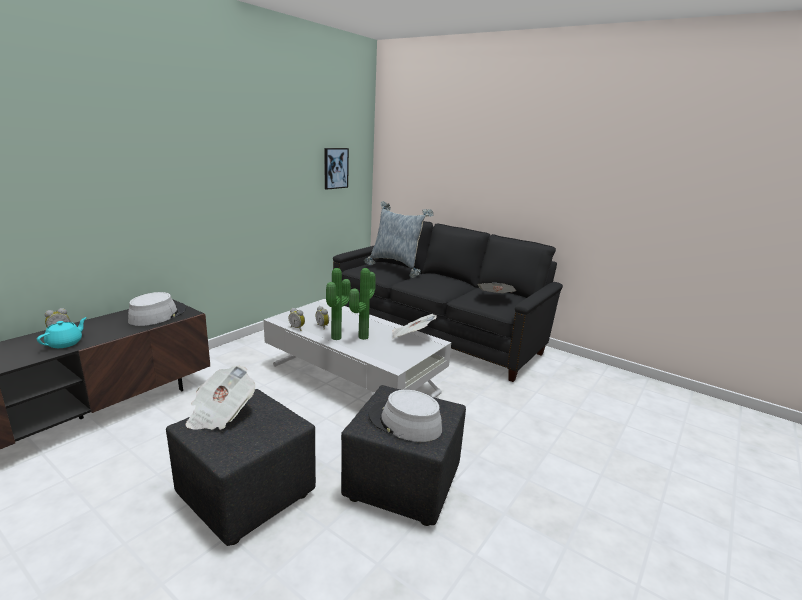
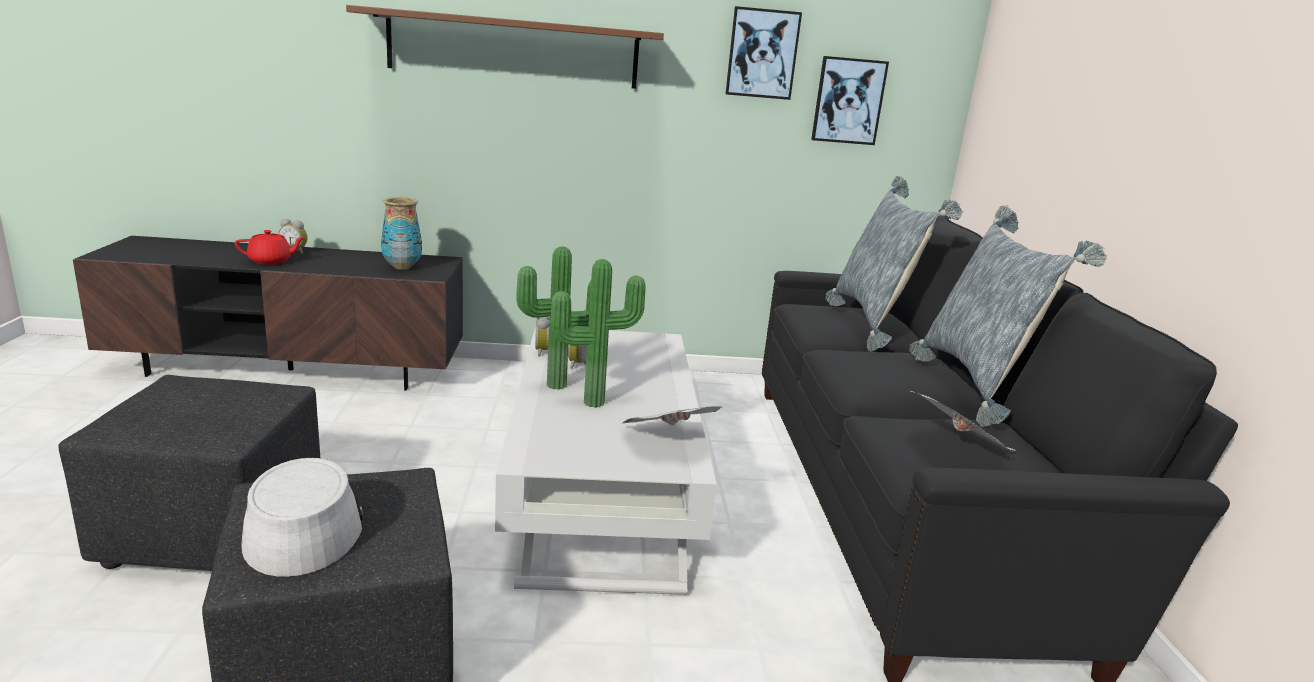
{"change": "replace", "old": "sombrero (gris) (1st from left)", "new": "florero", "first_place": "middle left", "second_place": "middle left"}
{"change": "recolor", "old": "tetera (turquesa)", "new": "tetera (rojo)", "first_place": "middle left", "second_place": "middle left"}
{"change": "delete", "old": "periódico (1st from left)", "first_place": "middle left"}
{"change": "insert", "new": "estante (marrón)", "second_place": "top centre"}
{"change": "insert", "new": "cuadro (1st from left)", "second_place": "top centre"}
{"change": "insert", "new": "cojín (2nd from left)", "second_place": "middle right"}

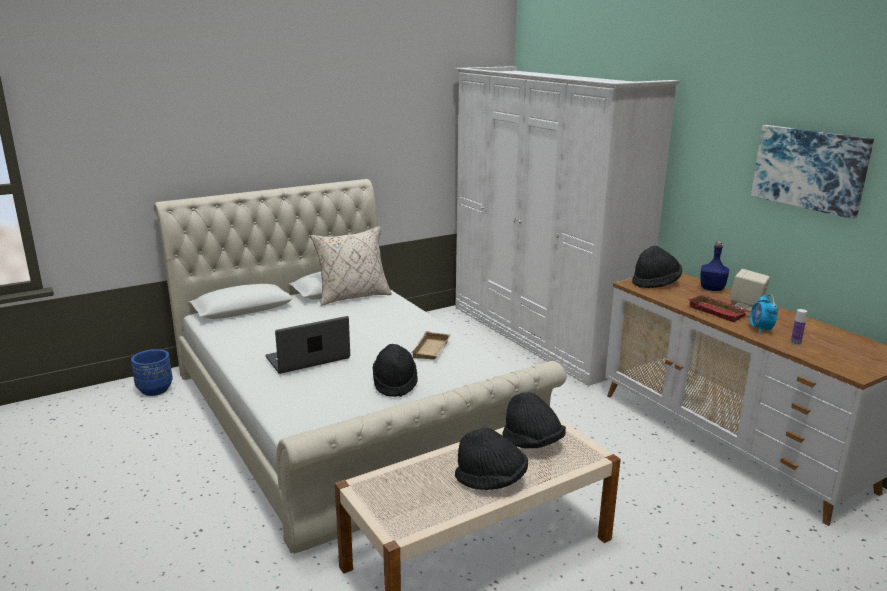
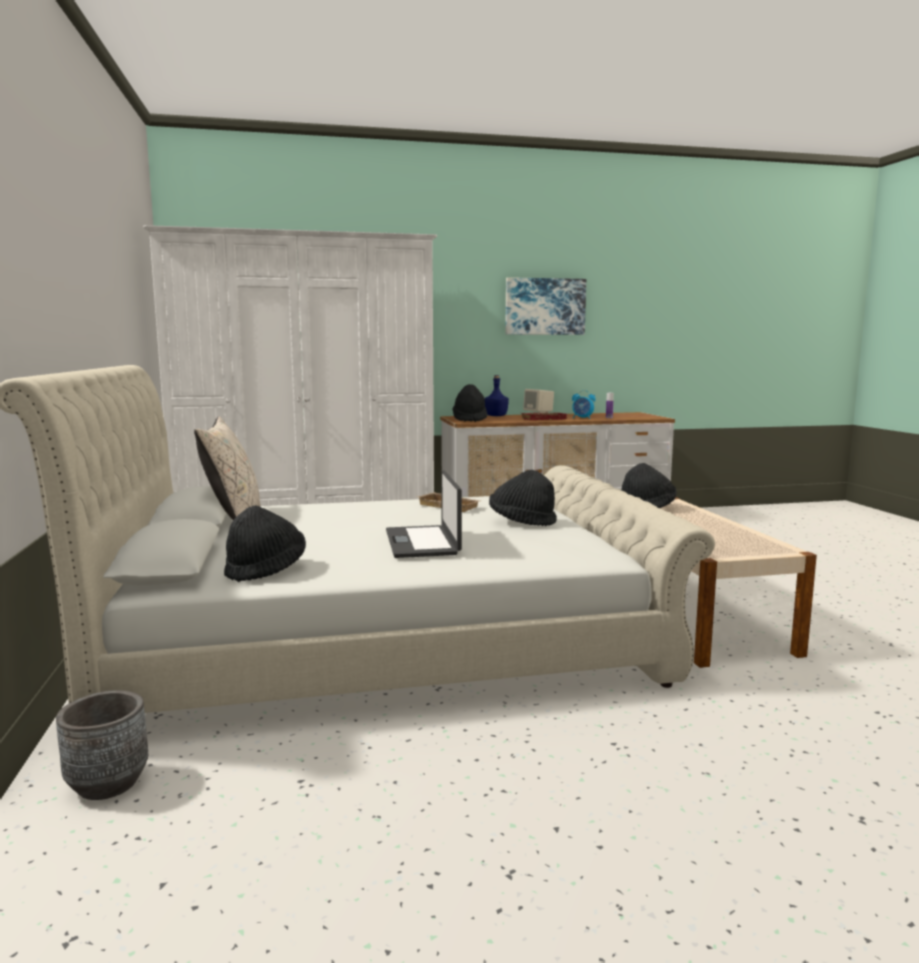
{"change": "recolor", "old": "maceta (azul)", "new": "maceta (gris)", "first_place": "middle left", "second_place": "bottom left"}
{"change": "move", "old": "sombrero (negro) (2nd from left in the first image)", "new": "sombrero (negro) (1st from left)", "first_place": "bottom centre", "second_place": "middle left"}

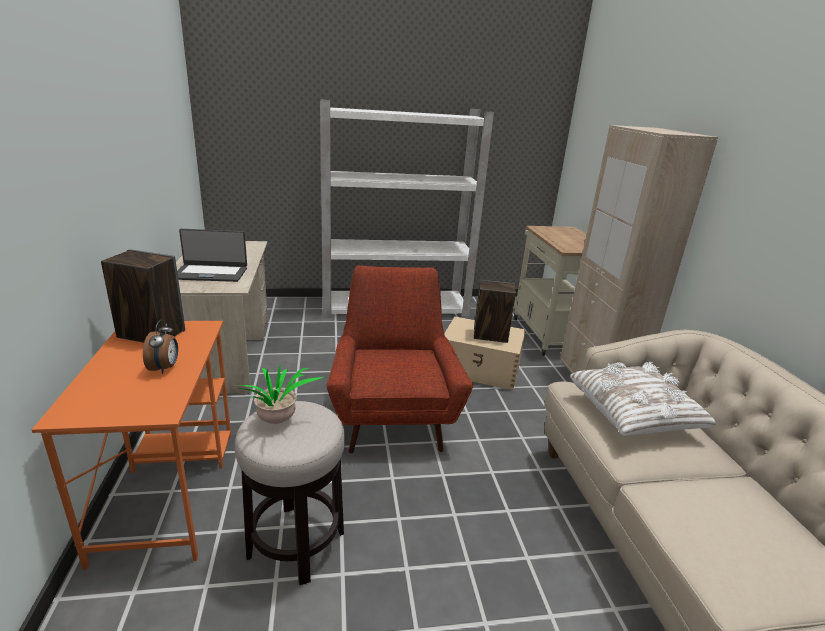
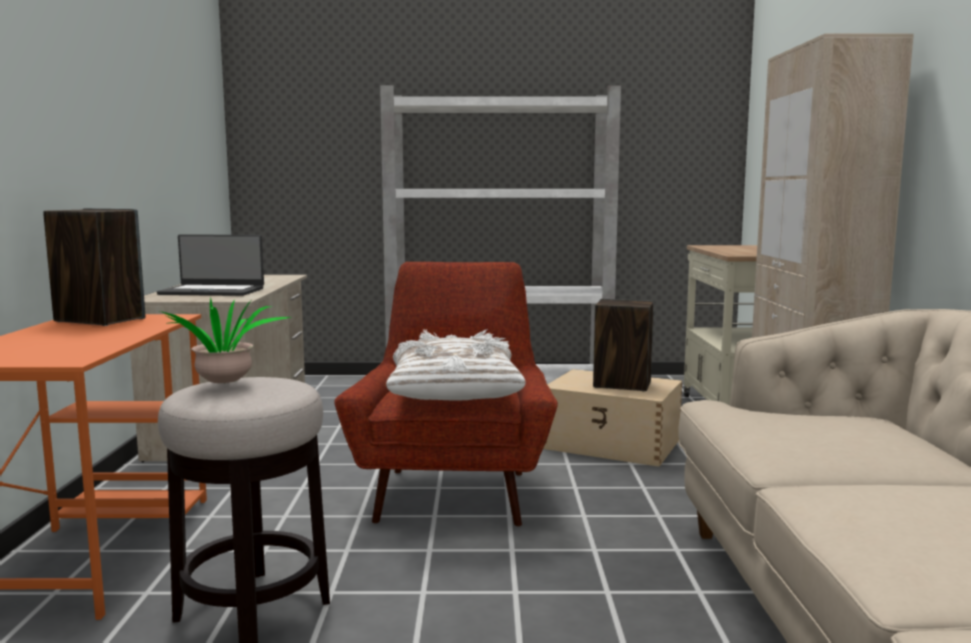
{"change": "delete", "old": "despertador", "first_place": "middle left"}
{"change": "move", "old": "cojín (blanco)", "first_place": "middle right", "second_place": "centre"}

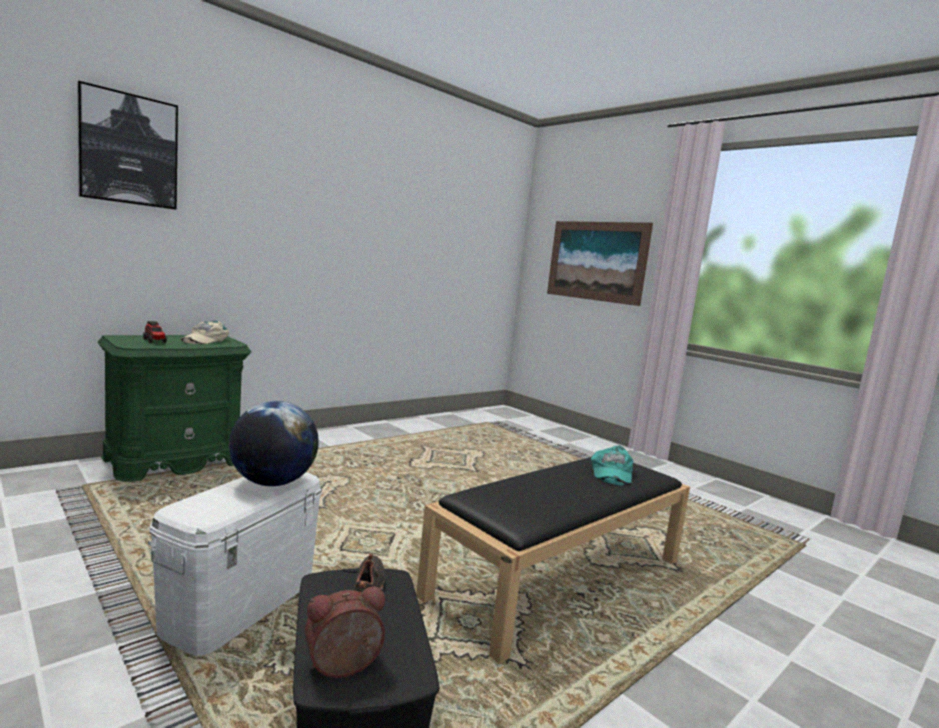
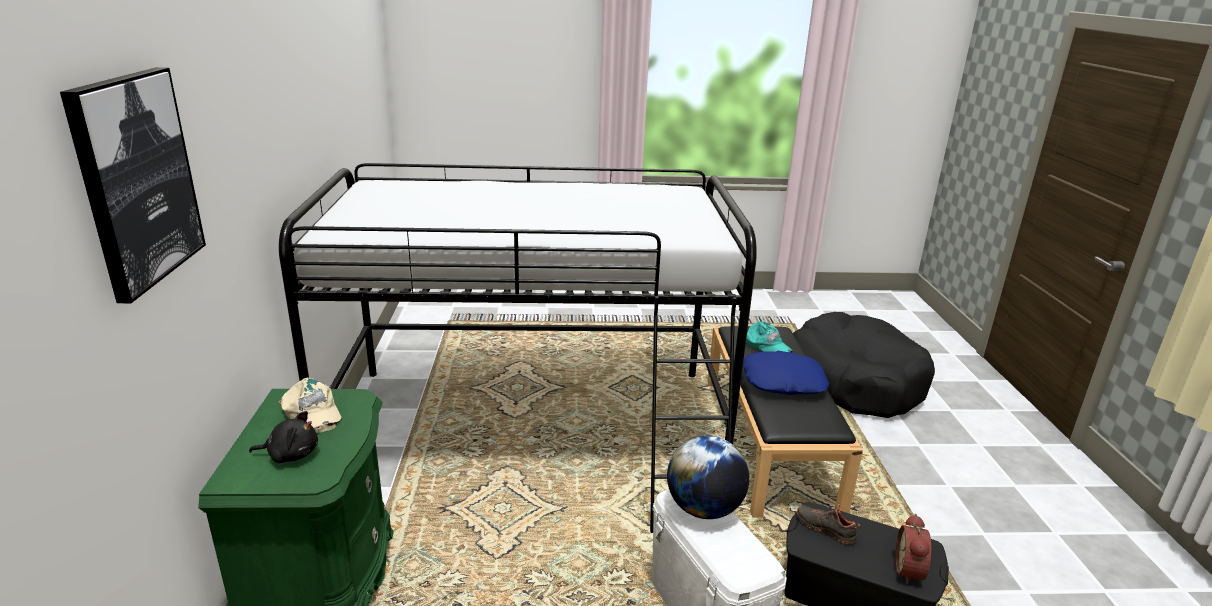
{"change": "delete", "old": "cuadro (2nd from left)", "first_place": "centre"}
{"change": "replace", "old": "camión de juguete", "new": "peluche (negro)", "first_place": "middle left", "second_place": "bottom left"}
{"change": "insert", "new": "cama (negro)", "second_place": "centre"}
{"change": "insert", "new": "cama para perro (negro)", "second_place": "middle right"}
{"change": "insert", "new": "cojín (azul)", "second_place": "centre"}

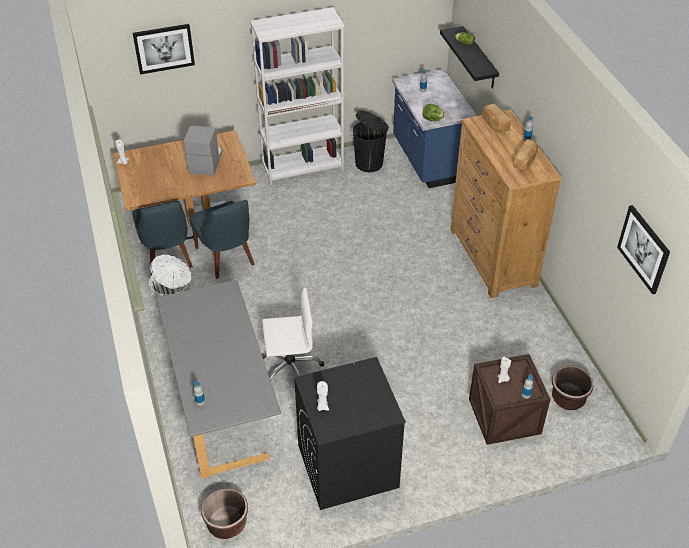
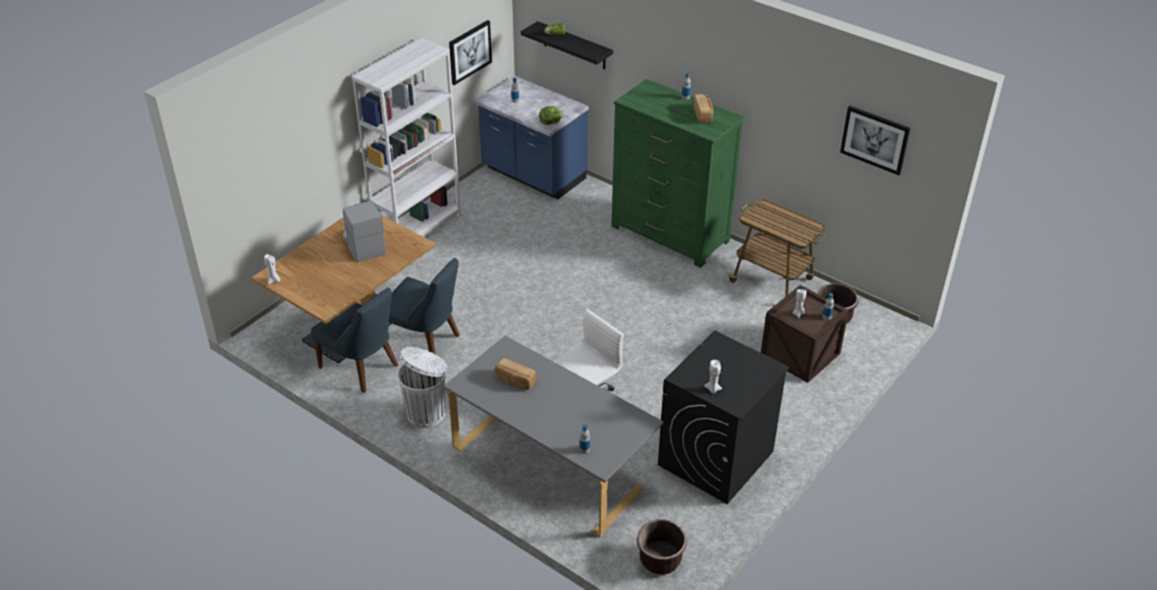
{"change": "move", "old": "cuadro (1st from left)", "first_place": "top left", "second_place": "top centre"}
{"change": "move", "old": "pan (1st from left)", "first_place": "top right", "second_place": "centre"}
{"change": "recolor", "old": "cómoda (marrón)", "new": "cómoda (verde)", "first_place": "middle right", "second_place": "top centre"}
{"change": "delete", "old": "papelera (negro)", "first_place": "top centre"}
{"change": "insert", "new": "carrito", "second_place": "middle right"}

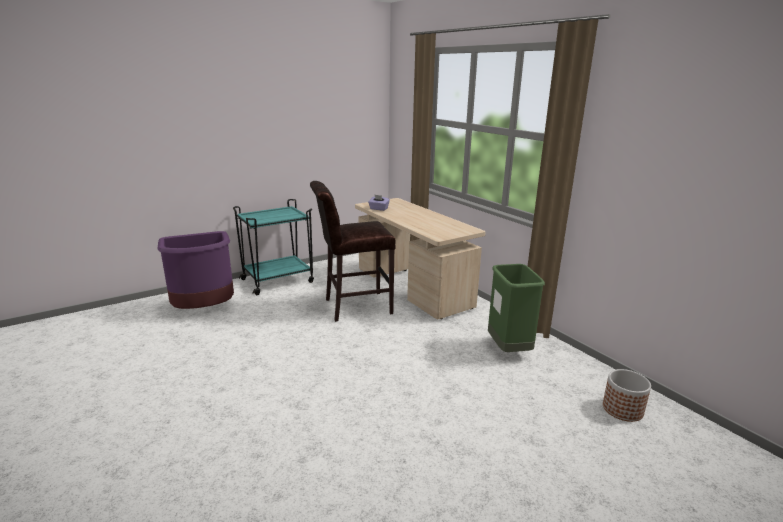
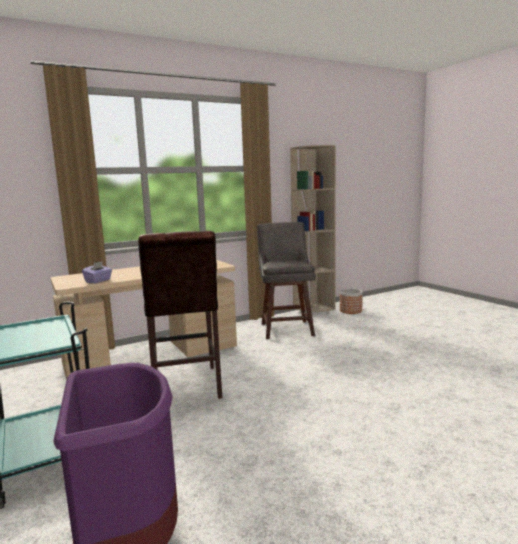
{"change": "replace", "old": "papelera (verde)", "new": "taburete (gris)", "first_place": "centre", "second_place": "centre"}
{"change": "insert", "new": "estantería (beis)", "second_place": "centre"}

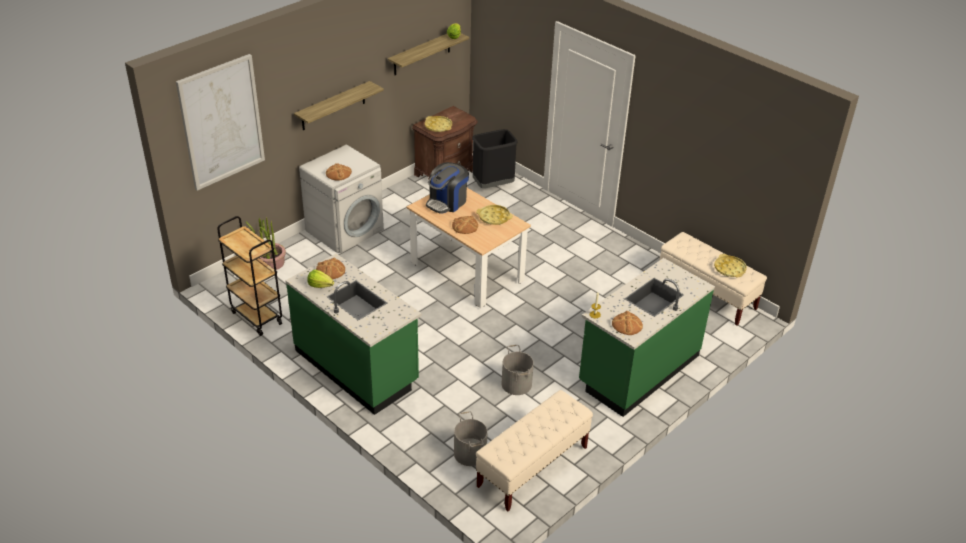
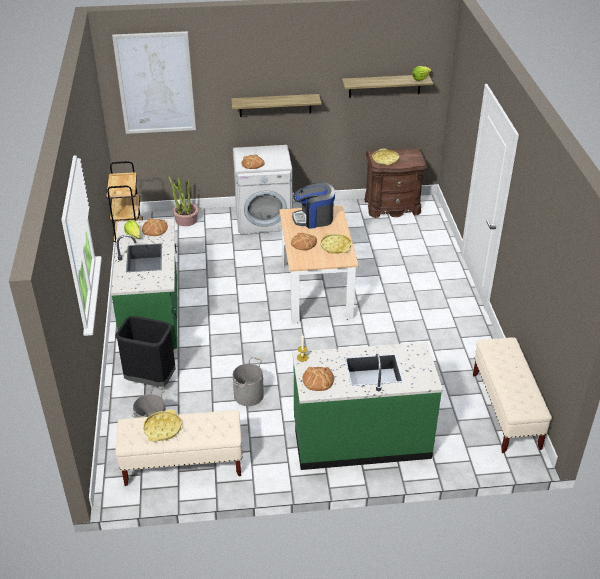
{"change": "move", "old": "papelera (negro)", "first_place": "top centre", "second_place": "middle left"}
{"change": "move", "old": "bandeja (amarillo) (3rd from left in the first image)", "new": "bandeja (amarillo) (1st from left)", "first_place": "middle right", "second_place": "bottom left"}

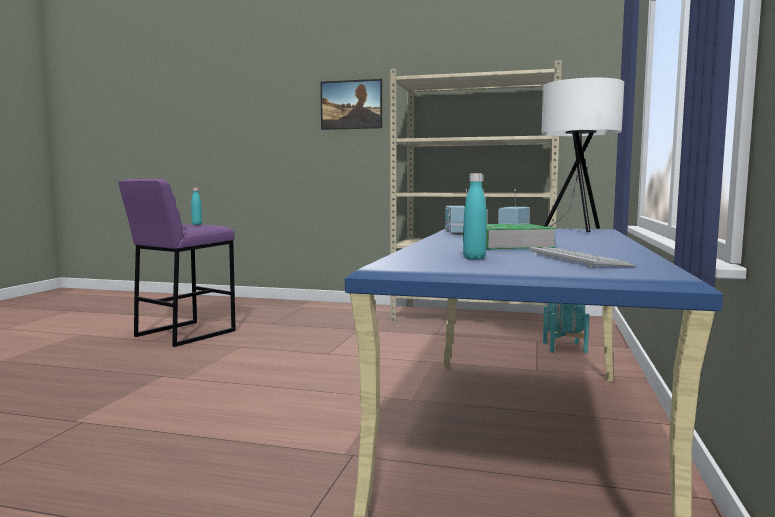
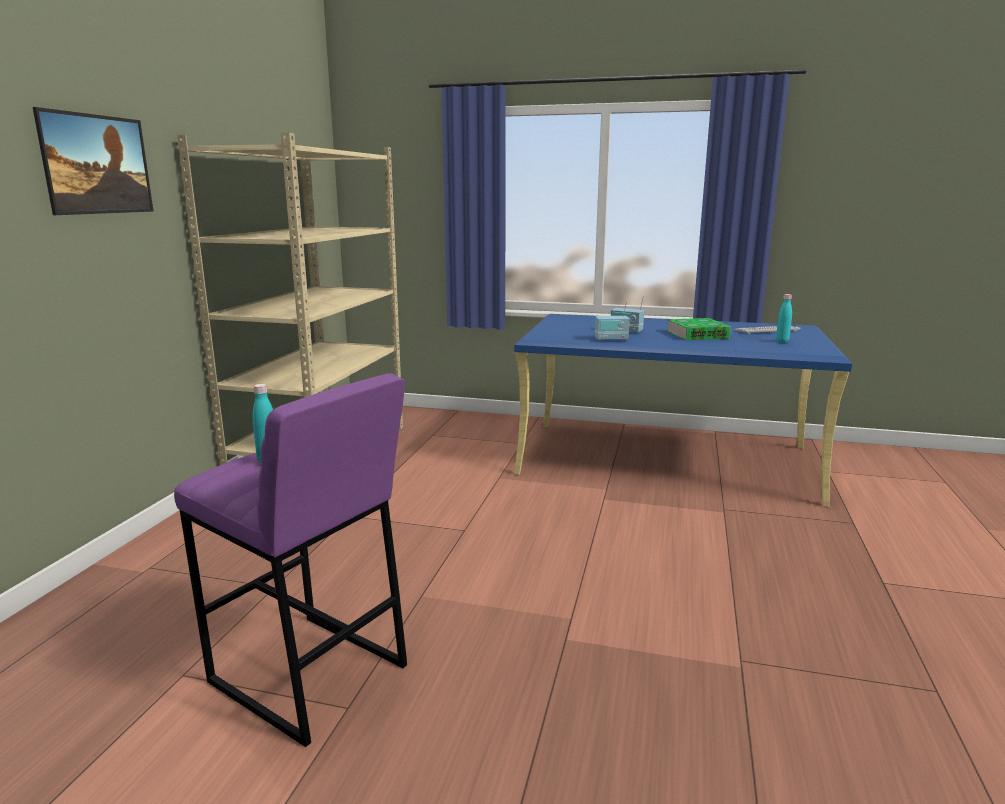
{"change": "delete", "old": "lámpara de mesa (blanco)", "first_place": "top right"}
{"change": "delete", "old": "maceta (turquesa)", "first_place": "middle right"}

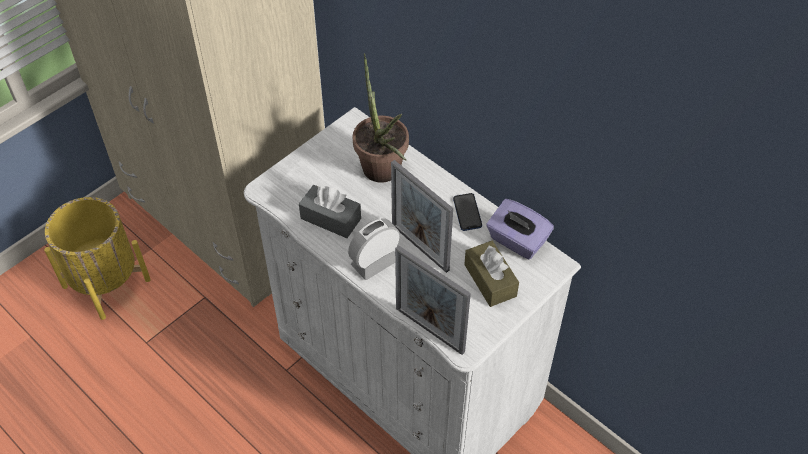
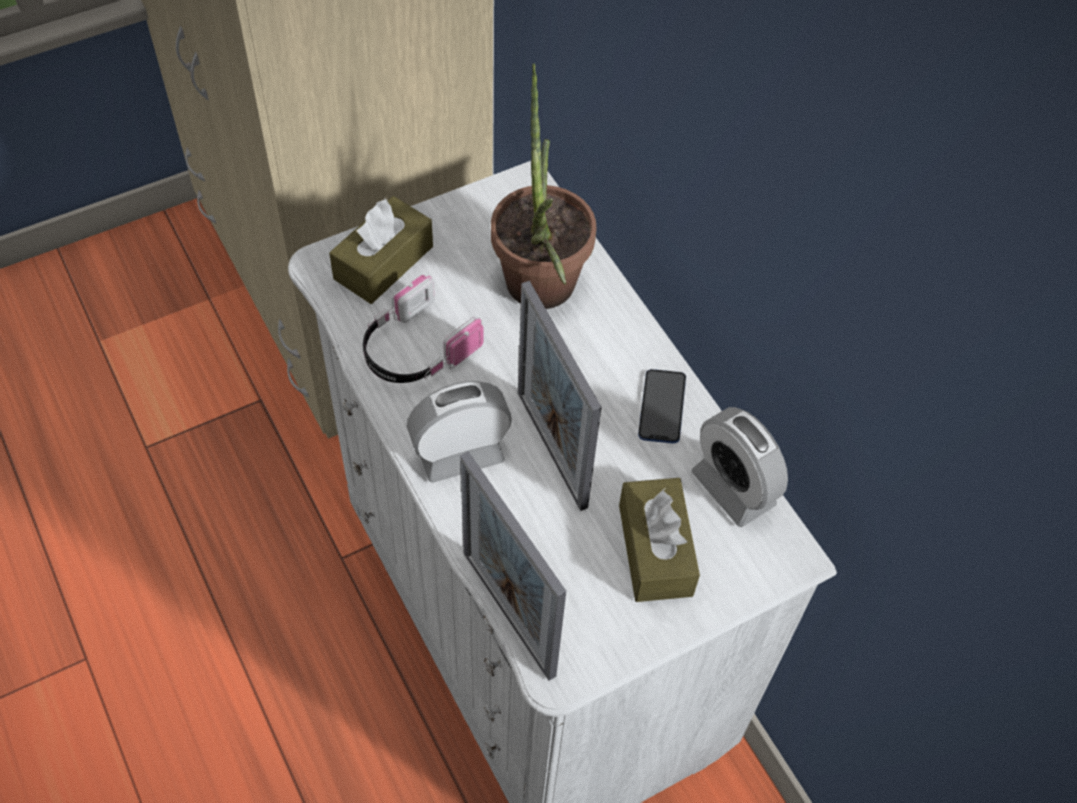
{"change": "replace", "old": "caja de pañuelos (gris)", "new": "auriculares", "first_place": "centre", "second_place": "centre"}
{"change": "delete", "old": "maceta (amarillo)", "first_place": "middle left"}
{"change": "replace", "old": "caja de pañuelos (morado)", "new": "despertador (2nd from left)", "first_place": "centre", "second_place": "middle right"}
{"change": "insert", "new": "caja de pañuelos (marrón) (1st from left)", "second_place": "top centre"}

